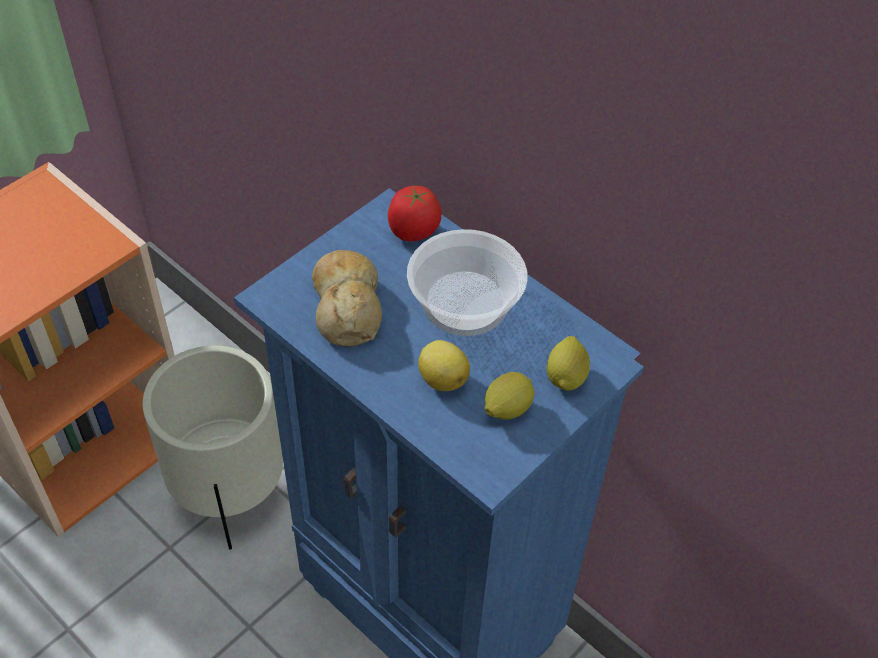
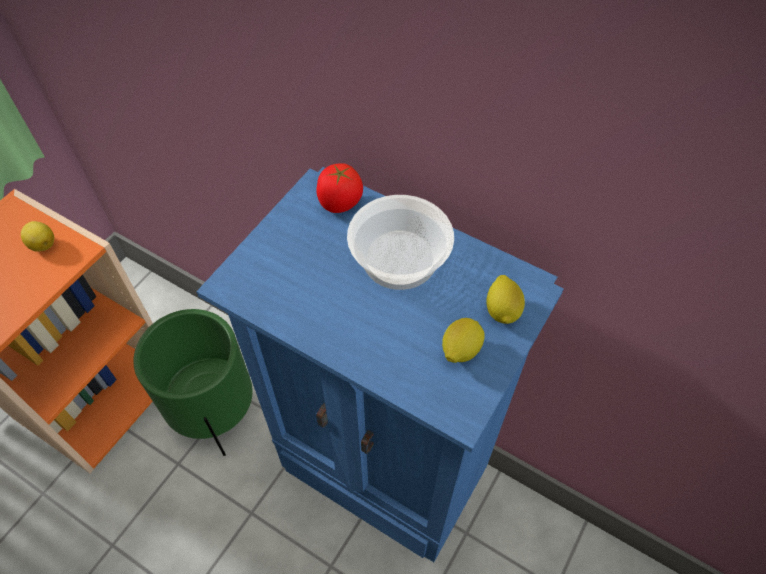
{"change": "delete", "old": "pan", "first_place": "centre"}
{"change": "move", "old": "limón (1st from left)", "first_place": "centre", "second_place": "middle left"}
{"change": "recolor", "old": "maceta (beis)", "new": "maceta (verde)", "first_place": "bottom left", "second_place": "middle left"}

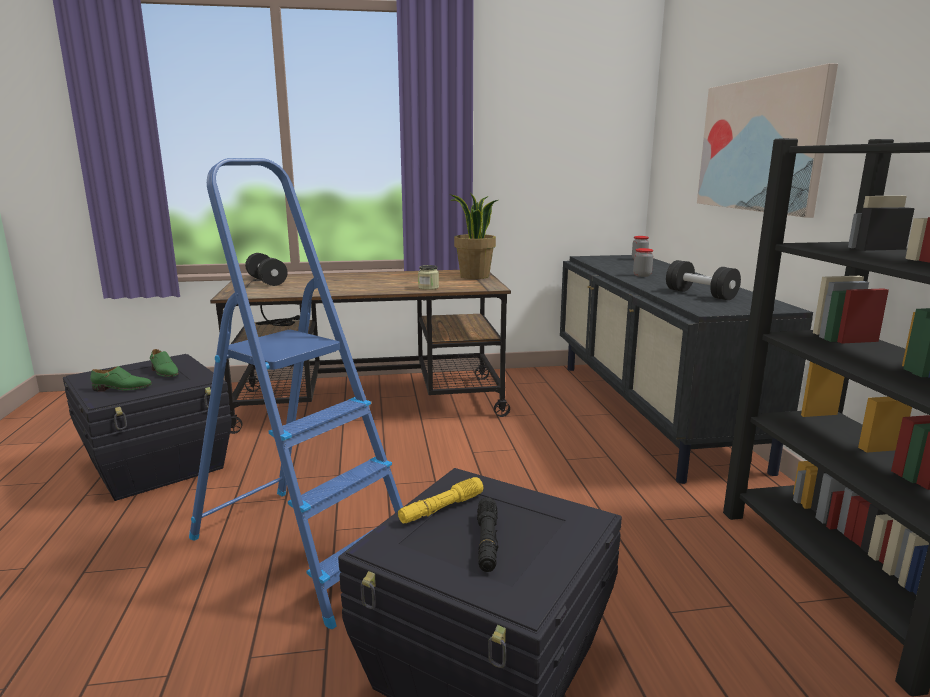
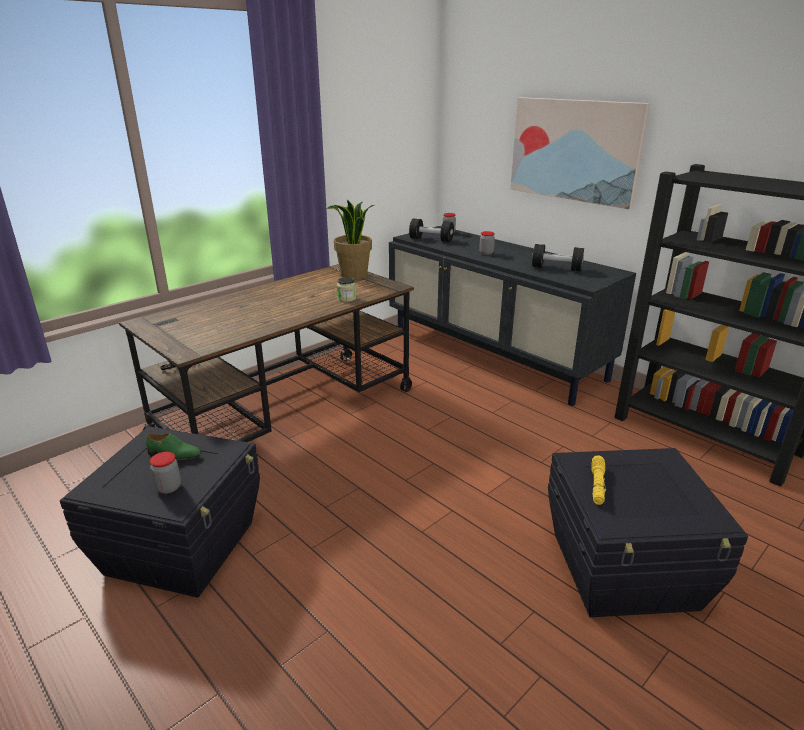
{"change": "delete", "old": "escalera de tijera (azul)", "first_place": "middle left"}
{"change": "move", "old": "mancuerna (negro) (1st from left)", "first_place": "middle left", "second_place": "top centre"}
{"change": "replace", "old": "zapato (verde) (1st from left)", "new": "tarro (1st from left)", "first_place": "middle left", "second_place": "middle left"}
{"change": "delete", "old": "linterna (negro)", "first_place": "bottom centre"}

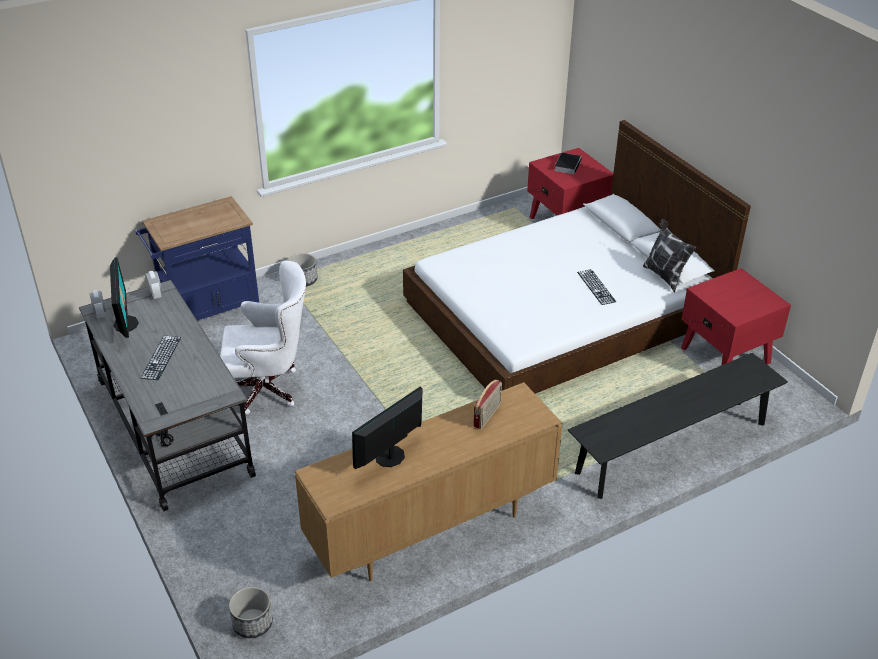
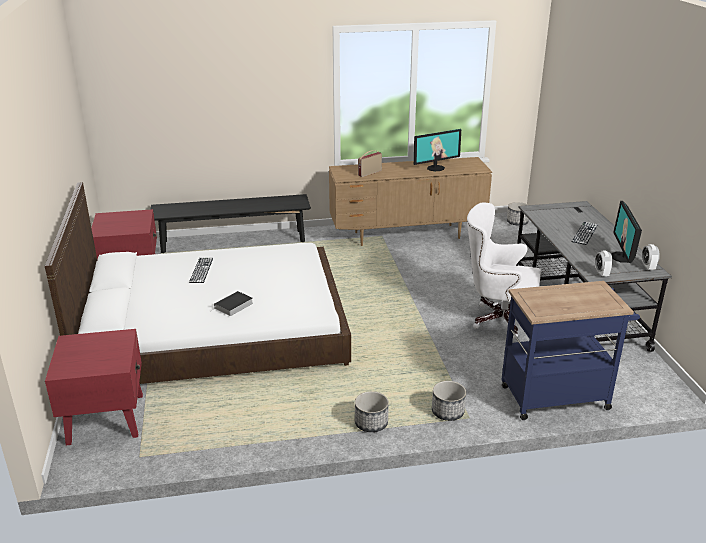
{"change": "move", "old": "libro", "first_place": "top centre", "second_place": "middle left"}
{"change": "delete", "old": "cojín", "first_place": "middle right"}
{"change": "insert", "new": "maceta (1st from left)", "second_place": "bottom centre"}

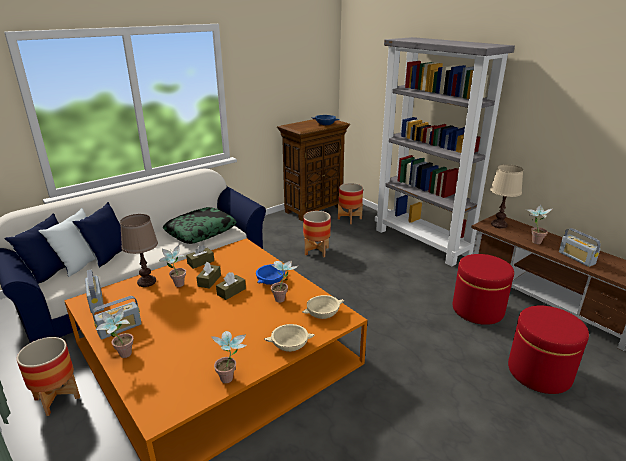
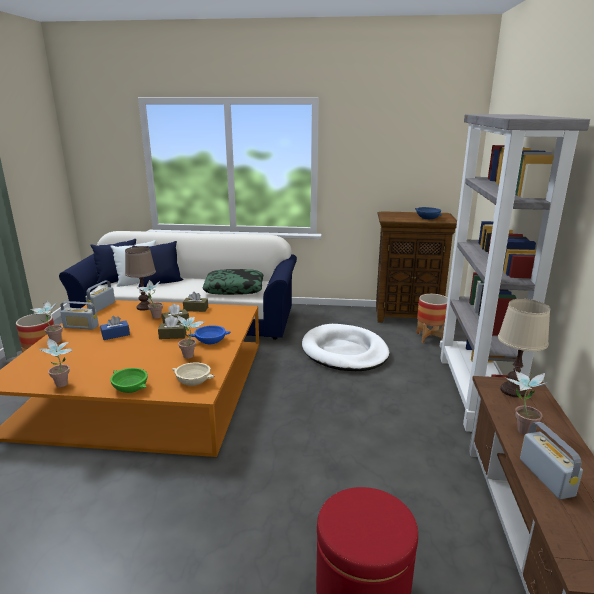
{"change": "replace", "old": "maceta (2nd from left)", "new": "cama para perro (blanco)", "first_place": "centre", "second_place": "centre"}
{"change": "rotate", "old": "radio (3rd from left)", "first_place": "middle right", "second_place": "bottom right", "degrees": 150}
{"change": "delete", "old": "puf (rojo) (1st from left)", "first_place": "middle right"}
{"change": "recolor", "old": "cuenco (beis) (1st from left)", "new": "cuenco (verde)", "first_place": "bottom centre", "second_place": "middle left"}
{"change": "insert", "new": "caja de pañuelos (azul)", "second_place": "middle left"}

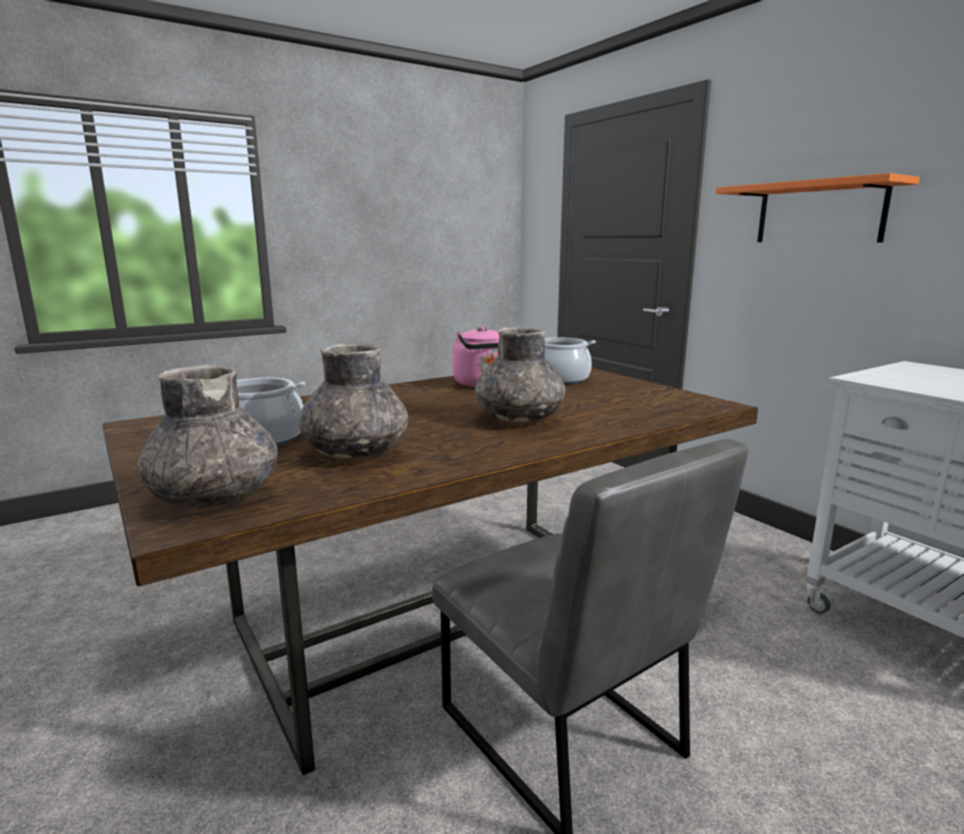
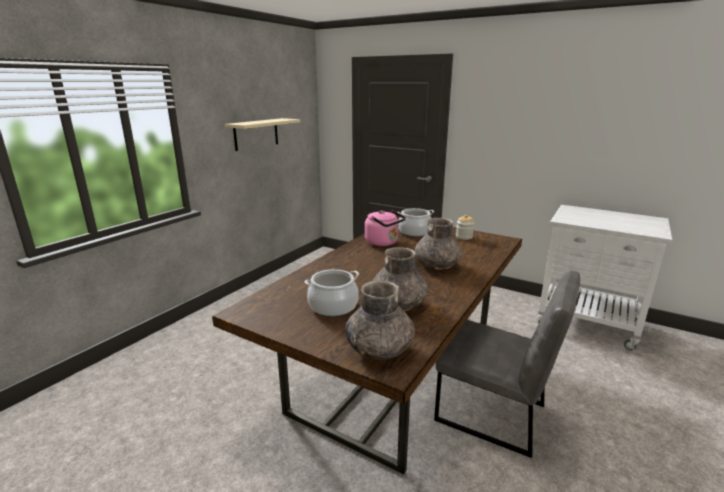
{"change": "delete", "old": "estante (naranja)", "first_place": "top right"}
{"change": "insert", "new": "estante (beis)", "second_place": "top centre"}
{"change": "insert", "new": "tarro", "second_place": "centre"}

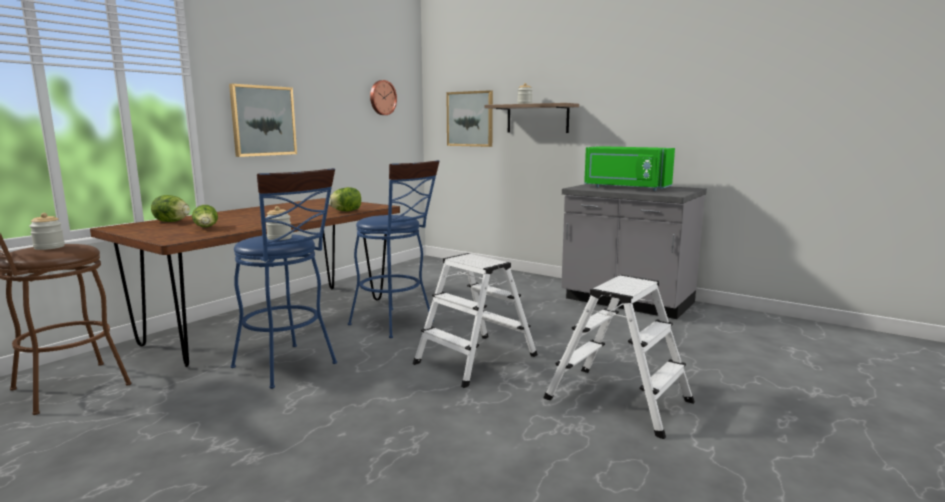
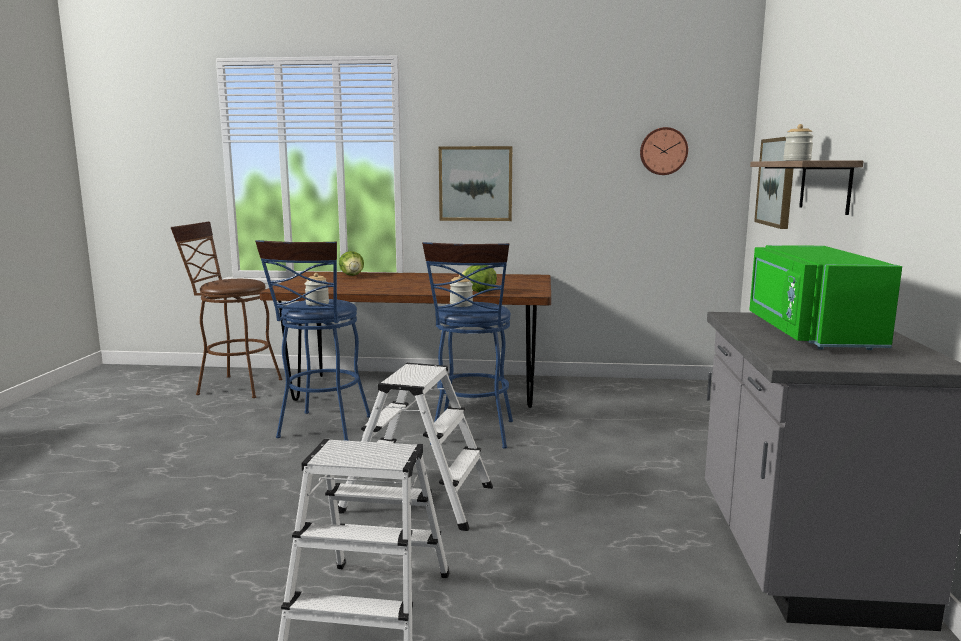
{"change": "delete", "old": "lechuga (2nd from left)", "first_place": "middle left"}
{"change": "move", "old": "tarro (1st from left in the first image)", "new": "tarro (2nd from left)", "first_place": "middle left", "second_place": "centre"}

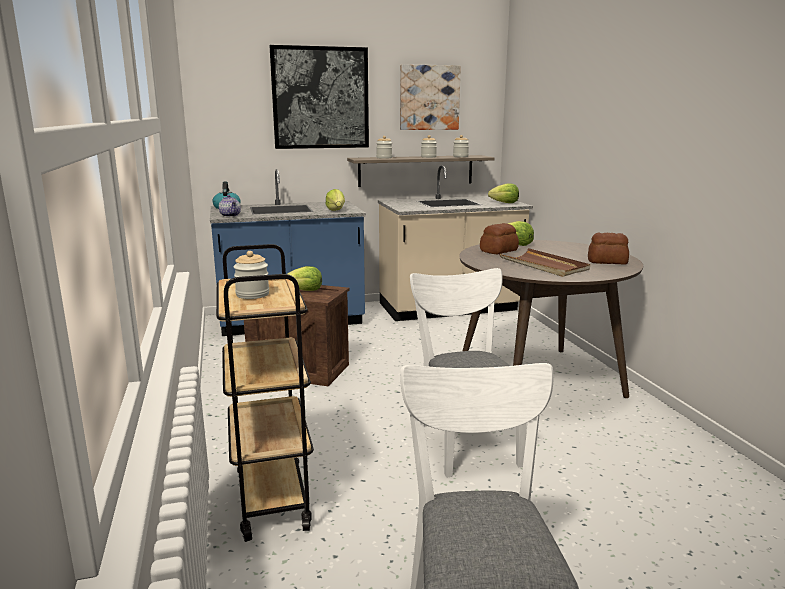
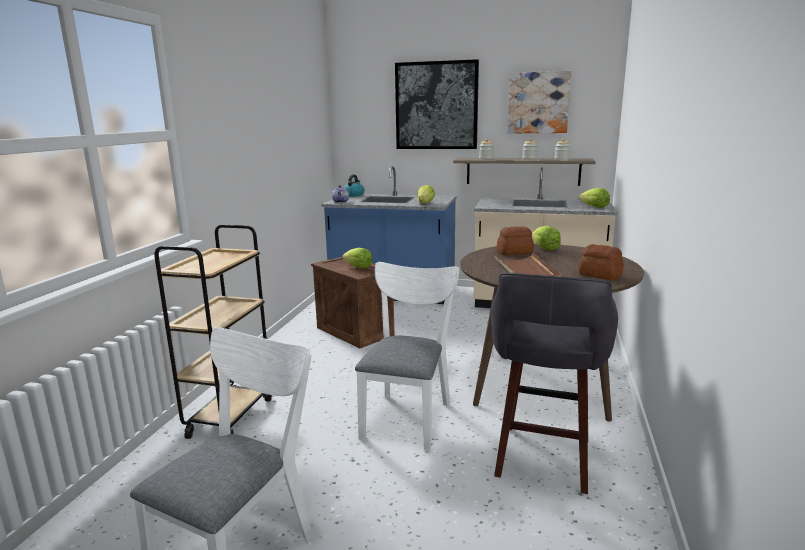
{"change": "delete", "old": "tarro (1st from left)", "first_place": "middle left"}
{"change": "insert", "new": "taburete (gris)", "second_place": "bottom right"}

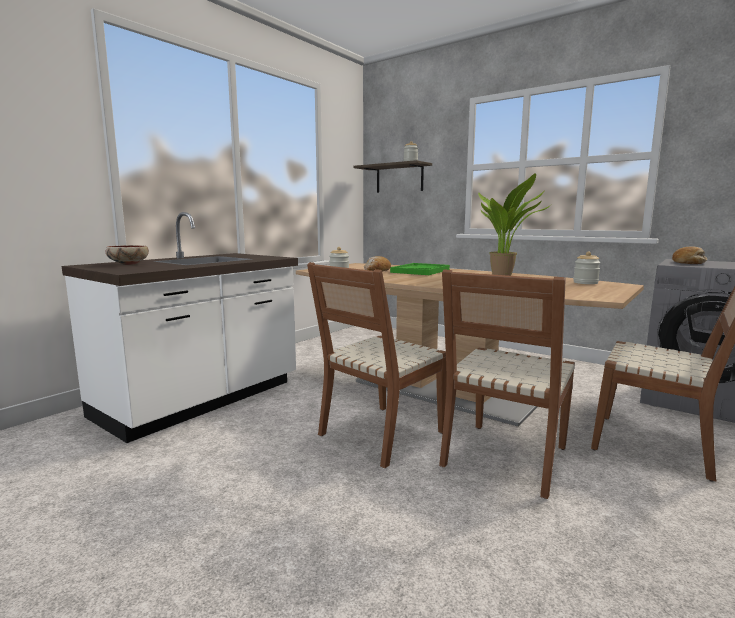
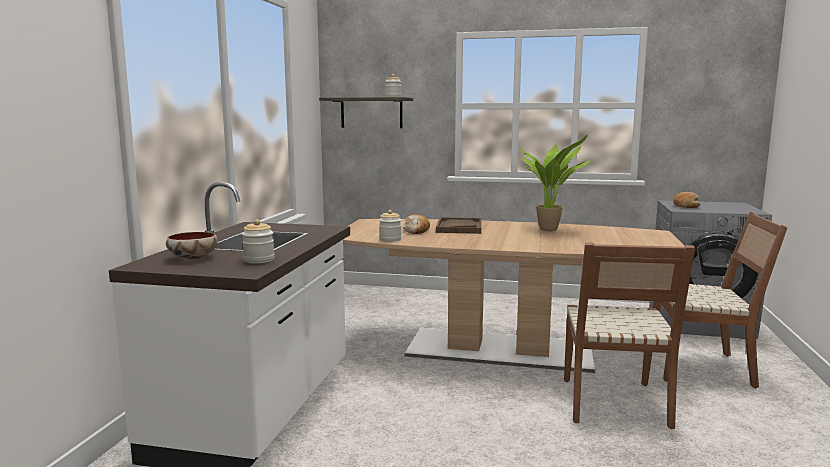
{"change": "move", "old": "tarro (3rd from left in the first image)", "new": "tarro (1st from left)", "first_place": "middle right", "second_place": "middle left"}
{"change": "delete", "old": "silla (1st from left)", "first_place": "centre"}
{"change": "recolor", "old": "bandeja (verde)", "new": "bandeja (marrón)", "first_place": "centre", "second_place": "centre"}

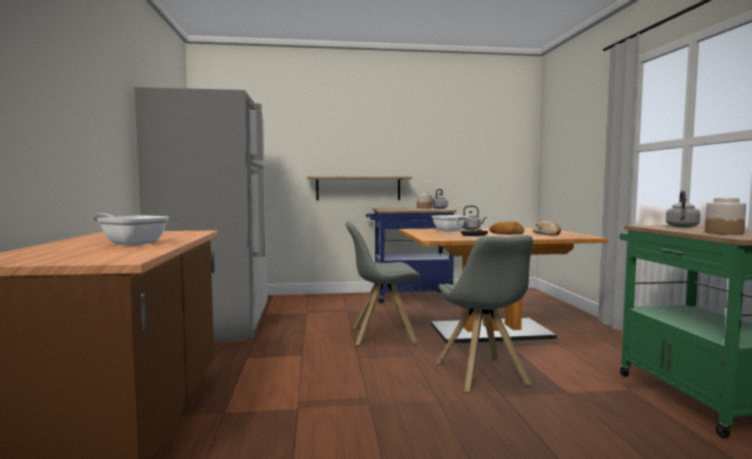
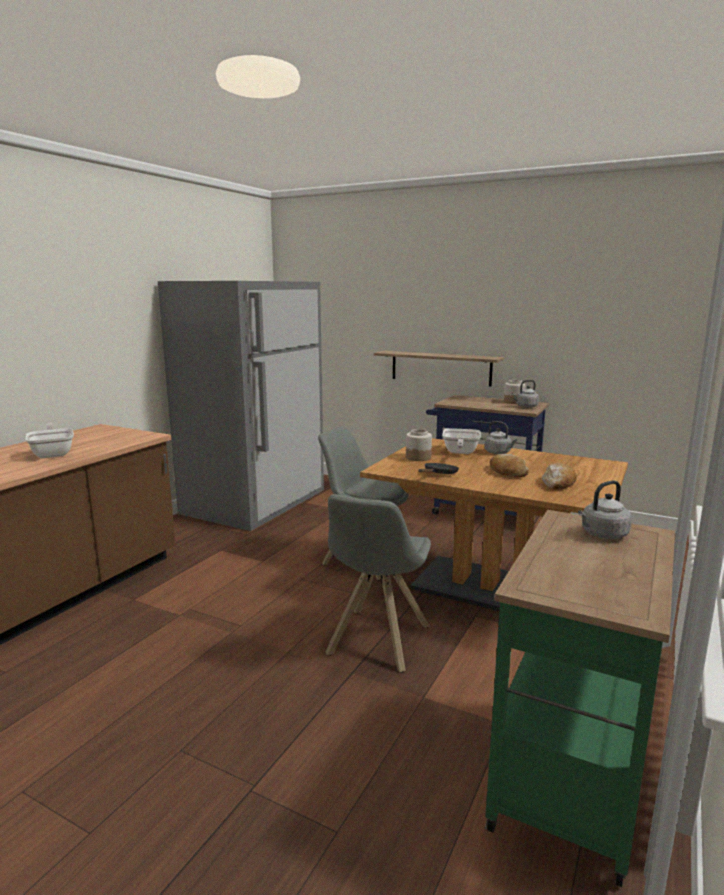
{"change": "move", "old": "tarro (2nd from left in the first image)", "new": "tarro (1st from left)", "first_place": "middle right", "second_place": "centre"}

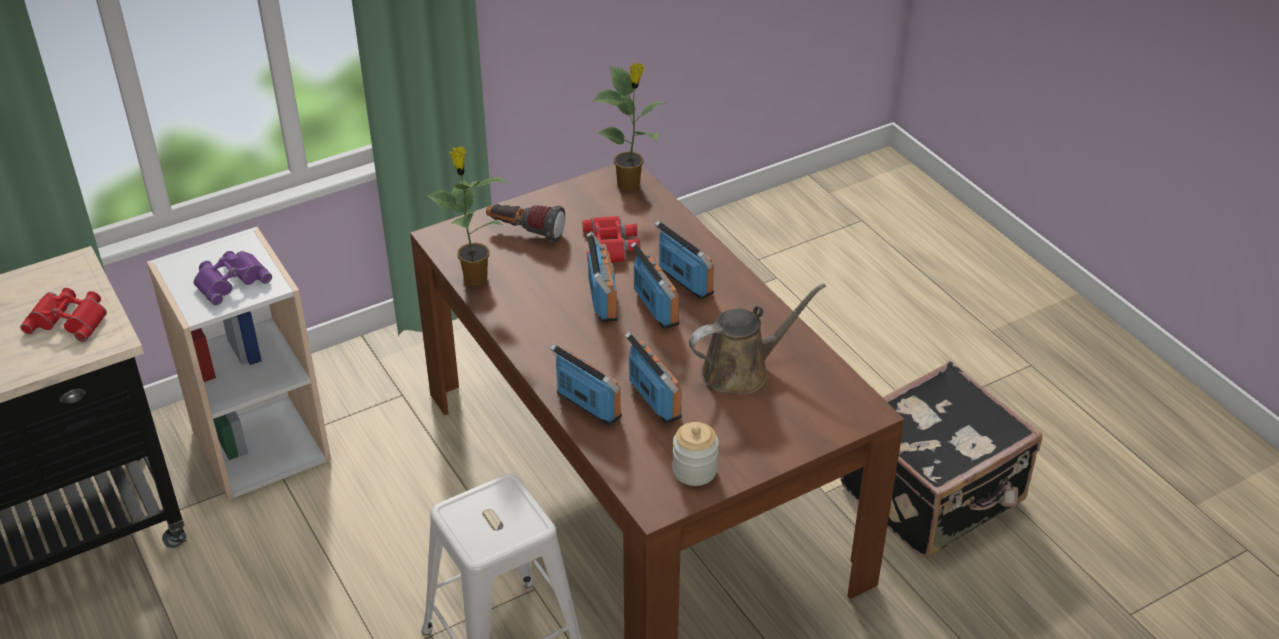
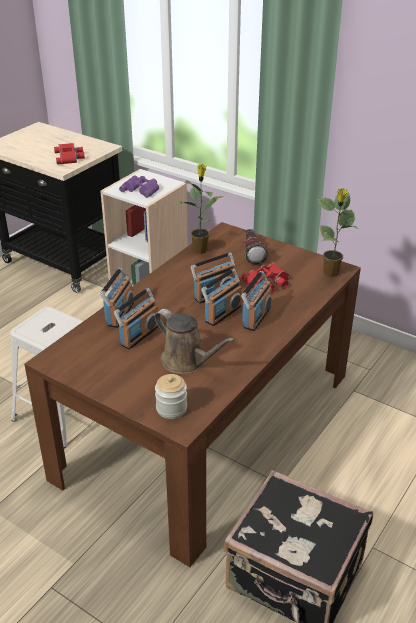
{"change": "move", "old": "tarro", "first_place": "bottom centre", "second_place": "centre"}

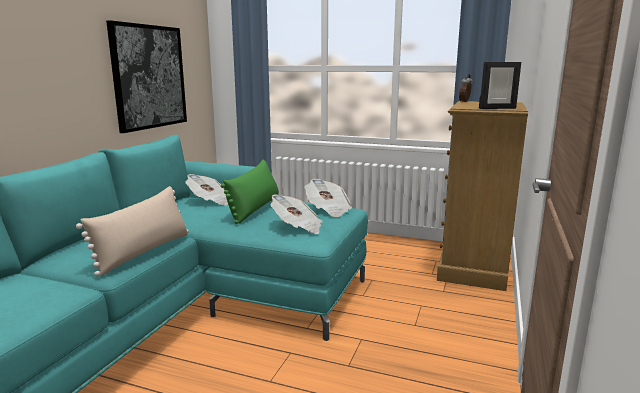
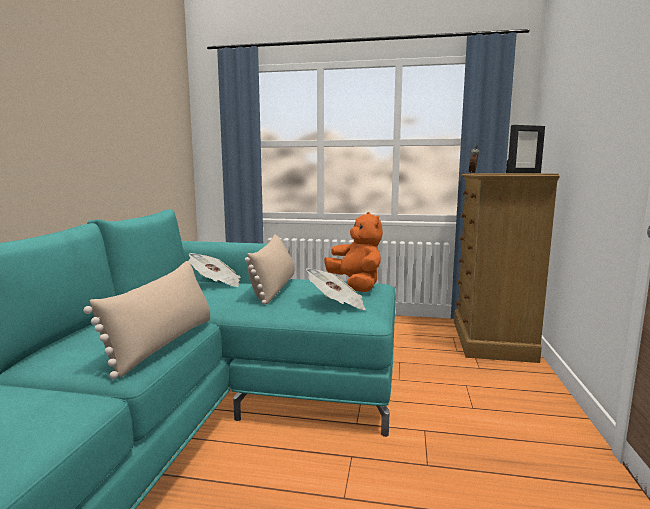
{"change": "delete", "old": "cuadro", "first_place": "top left"}
{"change": "recolor", "old": "cojín (verde)", "new": "cojín (beis) (2nd from left)", "first_place": "centre", "second_place": "centre"}
{"change": "replace", "old": "periódico (3rd from left)", "new": "peluche (naranja)", "first_place": "centre", "second_place": "centre"}

